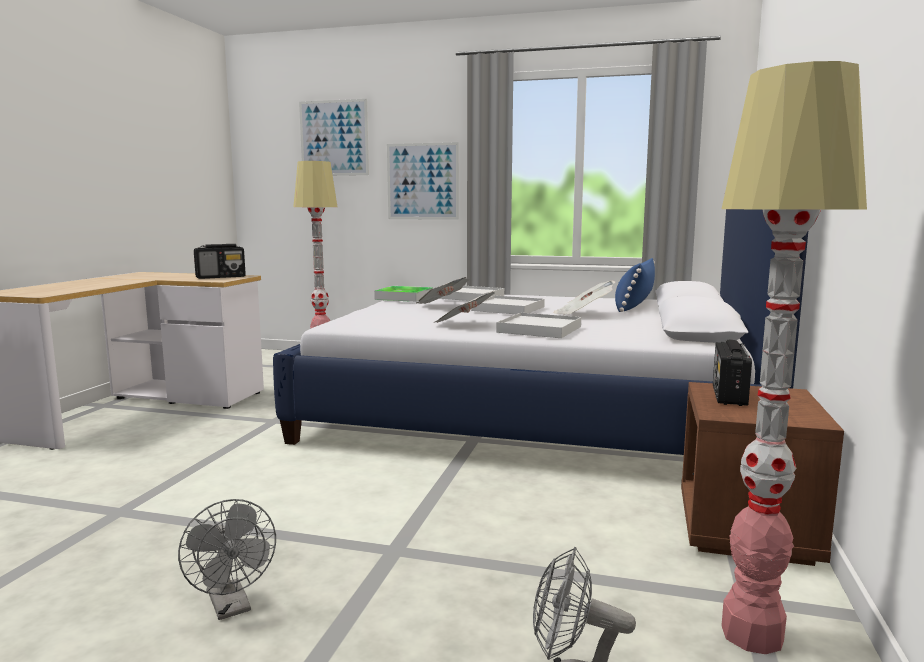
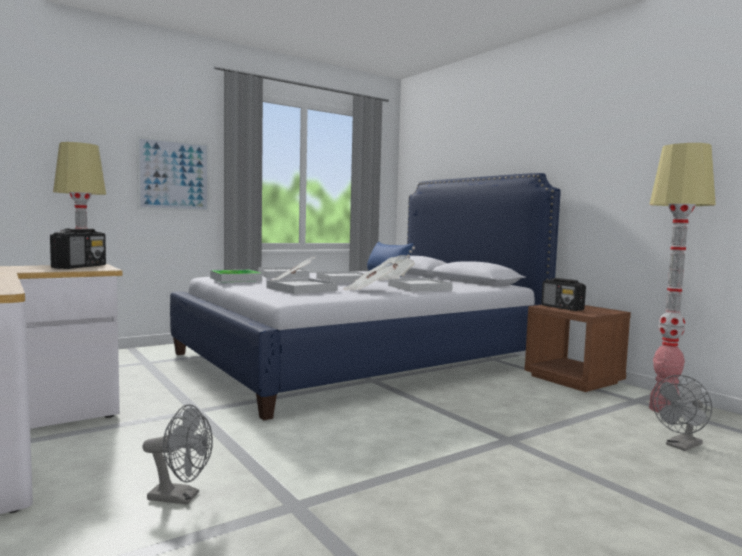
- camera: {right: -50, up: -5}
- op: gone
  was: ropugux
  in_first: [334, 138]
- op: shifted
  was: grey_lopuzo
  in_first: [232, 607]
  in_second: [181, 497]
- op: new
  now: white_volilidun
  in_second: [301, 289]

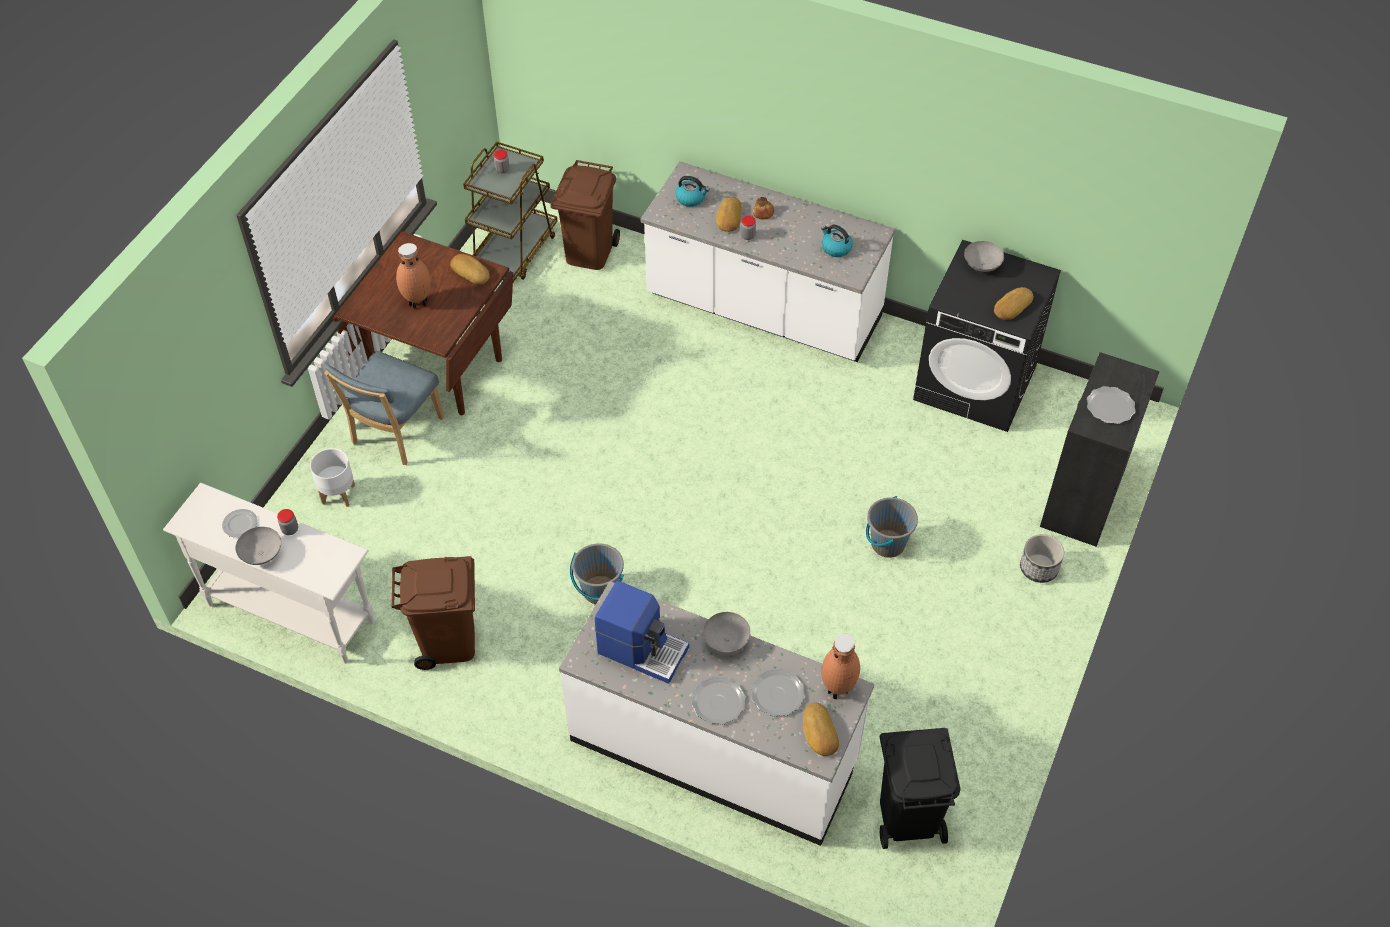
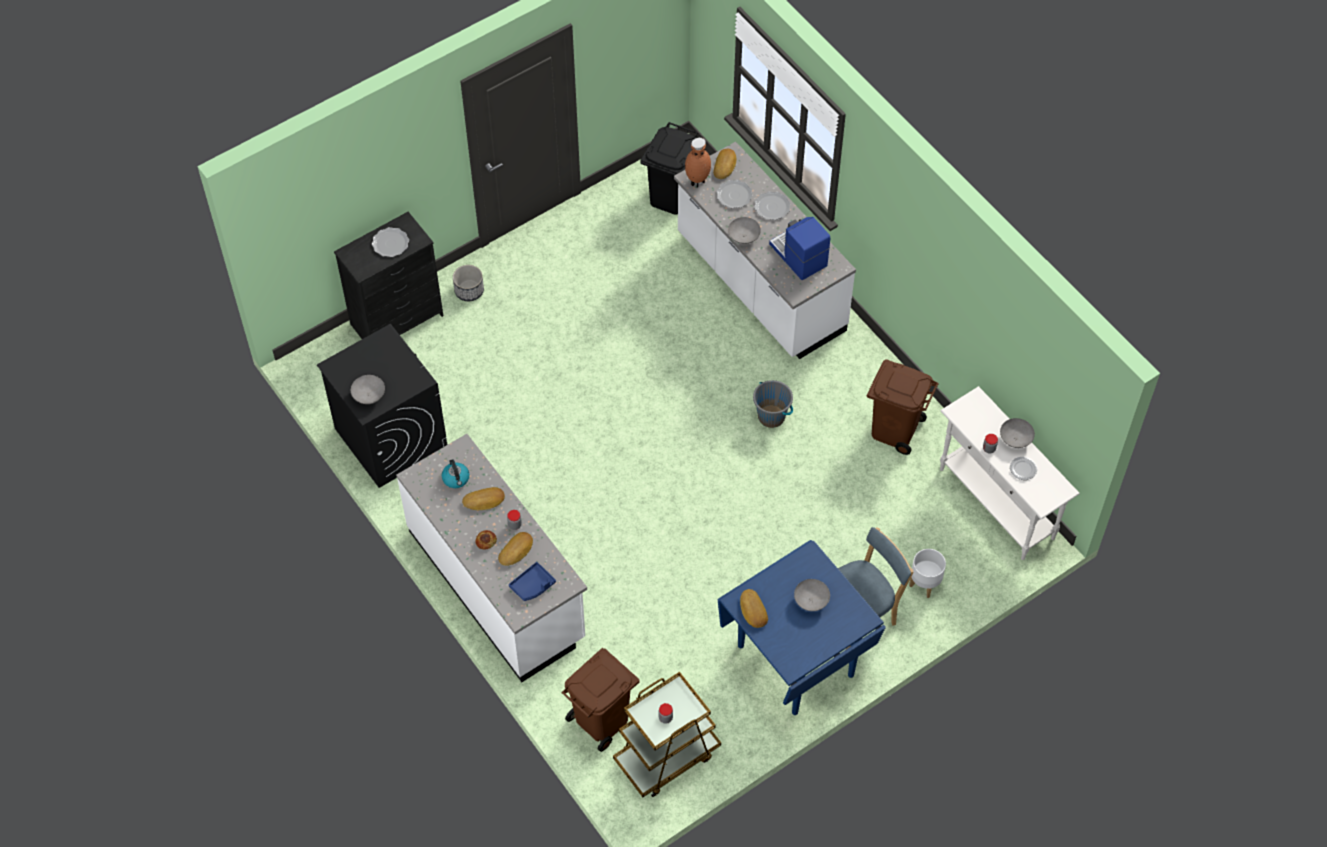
- camera: {right: -150, up: 5}
- op: swapped
  was: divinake
  now: blue_volilidun
  in_first: [691, 198]
  in_second: [533, 585]
- op: repainted
  was: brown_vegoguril
  now: blue_vegoguril
  in_first: [437, 371]
  in_second: [796, 659]
- op: swapped
  was: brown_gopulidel
  now: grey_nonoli
  in_first: [418, 302]
  in_second: [810, 601]
- op: shifted
  was: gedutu
  in_first: [1012, 306]
  in_second: [484, 501]
- op: gone
  was: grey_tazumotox
  in_first: [887, 544]

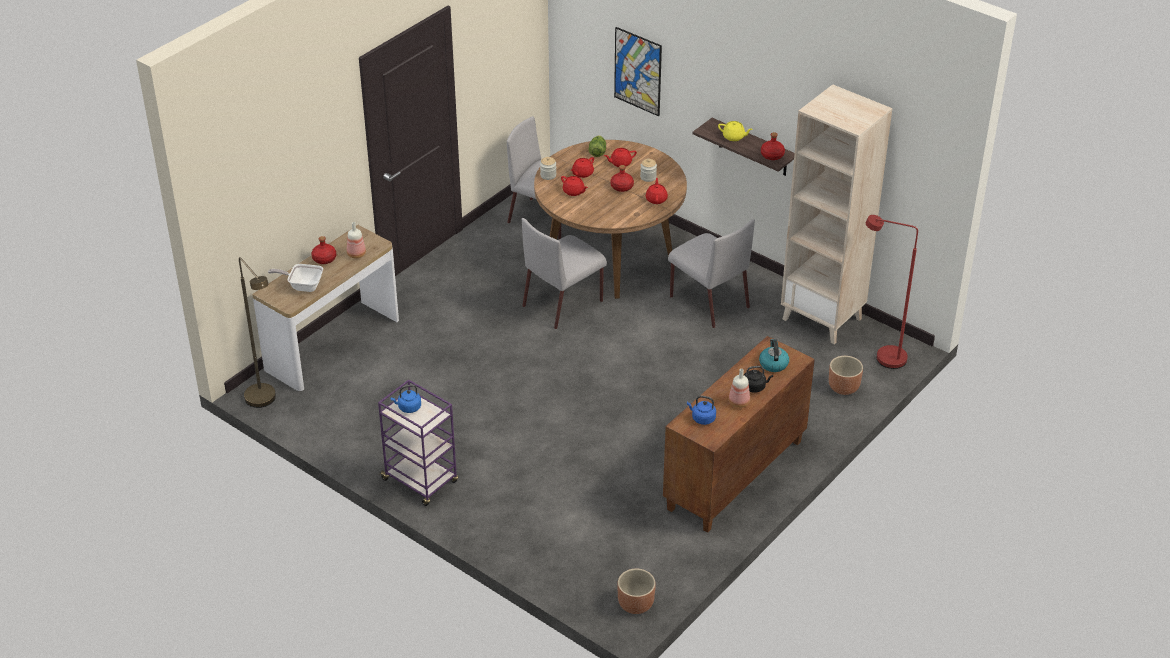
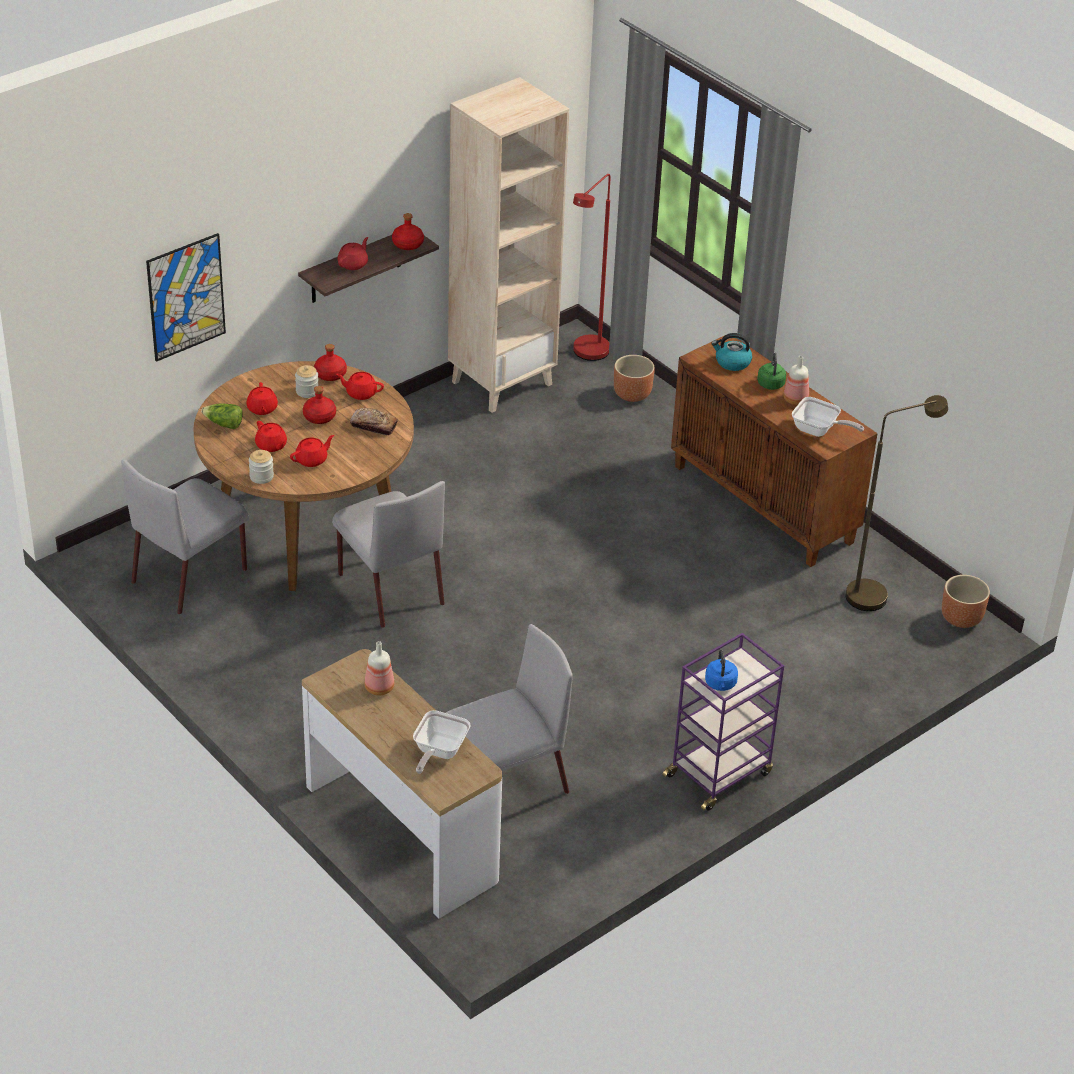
- camera: {right: -80, up: 0}
- op: repainted
  was: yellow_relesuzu
  now: red_relesuzu
  in_first: [734, 137]
  in_second: [353, 264]
- op: shifted
  was: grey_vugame
  in_first: [708, 301]
  in_second: [504, 785]
- op: shifted
  was: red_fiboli
  in_first: [324, 259]
  in_second: [330, 374]
- op: shifted
  was: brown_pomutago
  in_first: [265, 402]
  in_second: [875, 593]
- op: repainted
  was: black_divinake
  now: green_divinake
  in_first: [755, 387]
  in_second: [770, 383]
- op: swapped
  was: blue_divinake
  now: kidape
  in_first: [702, 418]
  in_second: [819, 431]
- op: new
  now: gedutu
  in_second: [373, 425]

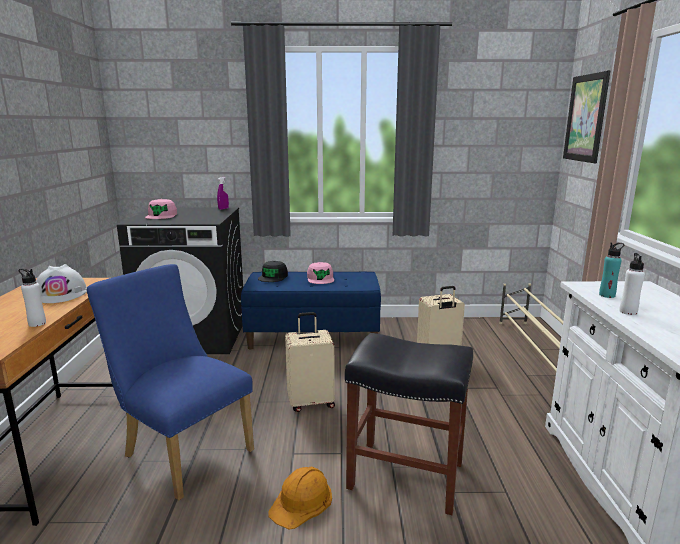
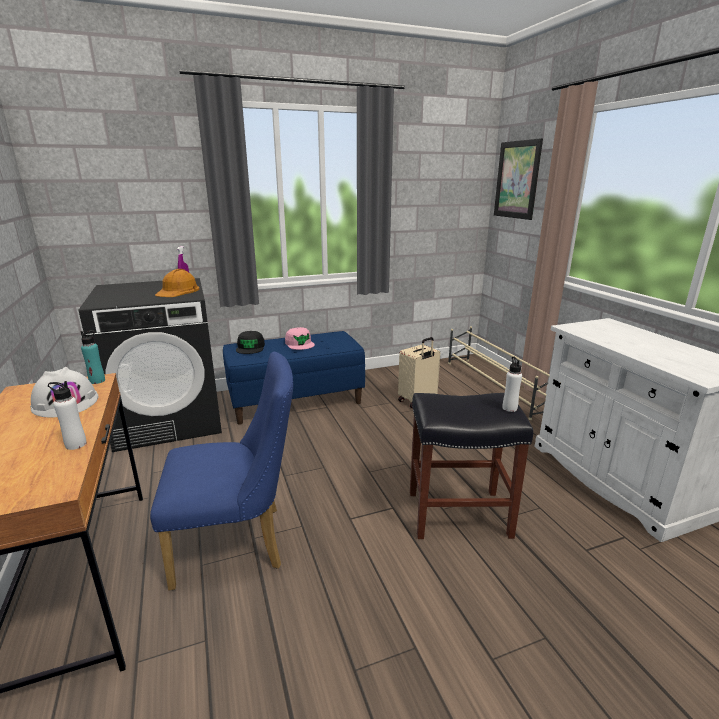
- camera: {right: -20, up: 5}
- op: gone
  was: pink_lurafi
  in_first: [161, 216]
- op: shifted
  was: turquoise_fiboli
  in_first: [607, 295]
  in_second: [97, 381]
- op: shifted
  was: white_fiboli
  in_first: [628, 312]
  in_second: [509, 408]
- op: rotated
  was: blue_vugame
  in_first: [182, 450]
  in_second: [238, 543]
  clockwise: 150
- op: gone
  was: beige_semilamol
  in_first: [311, 402]
- op: shifted
  was: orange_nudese
  in_first: [301, 501]
  in_second: [178, 291]

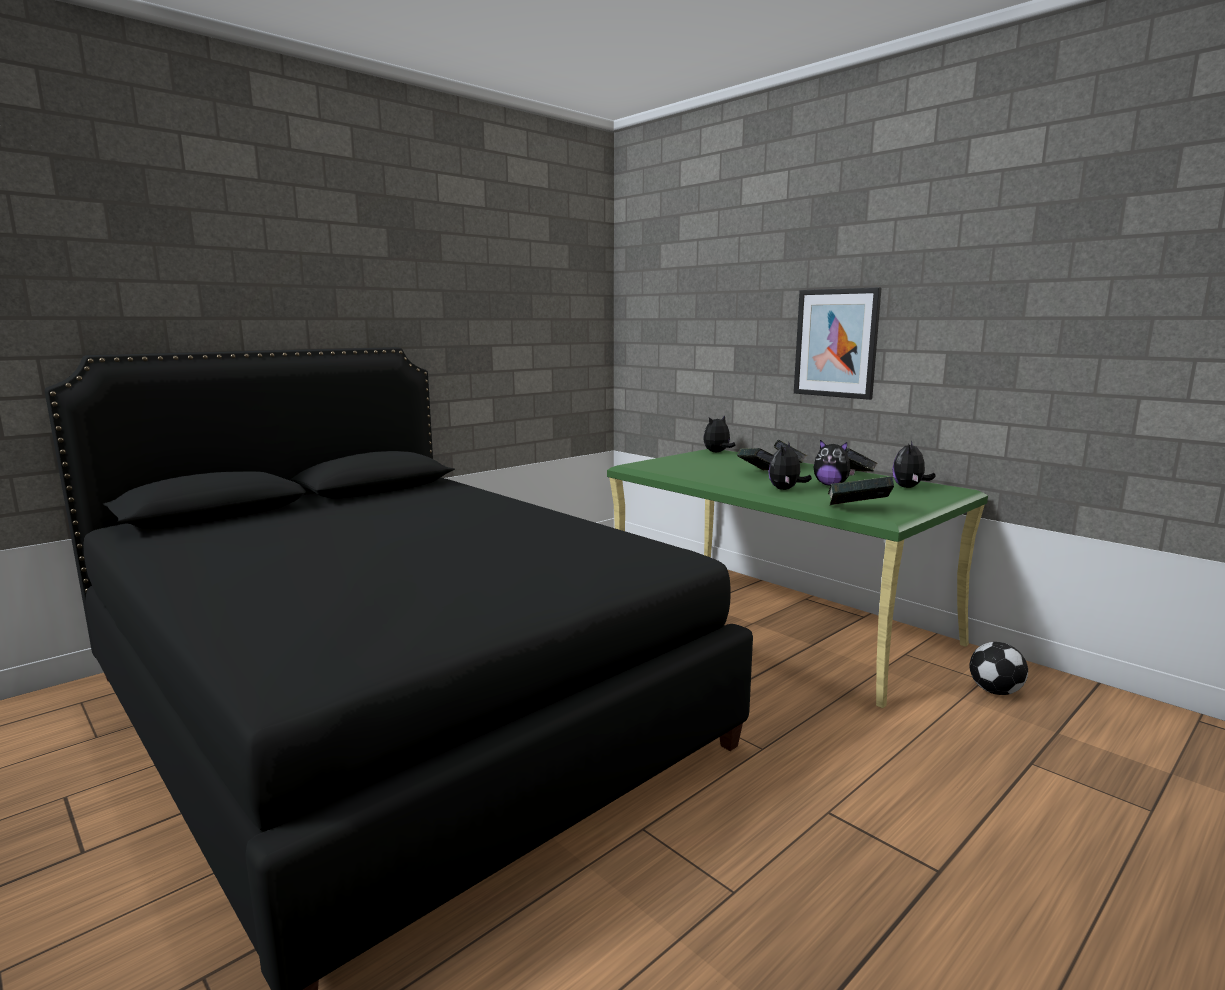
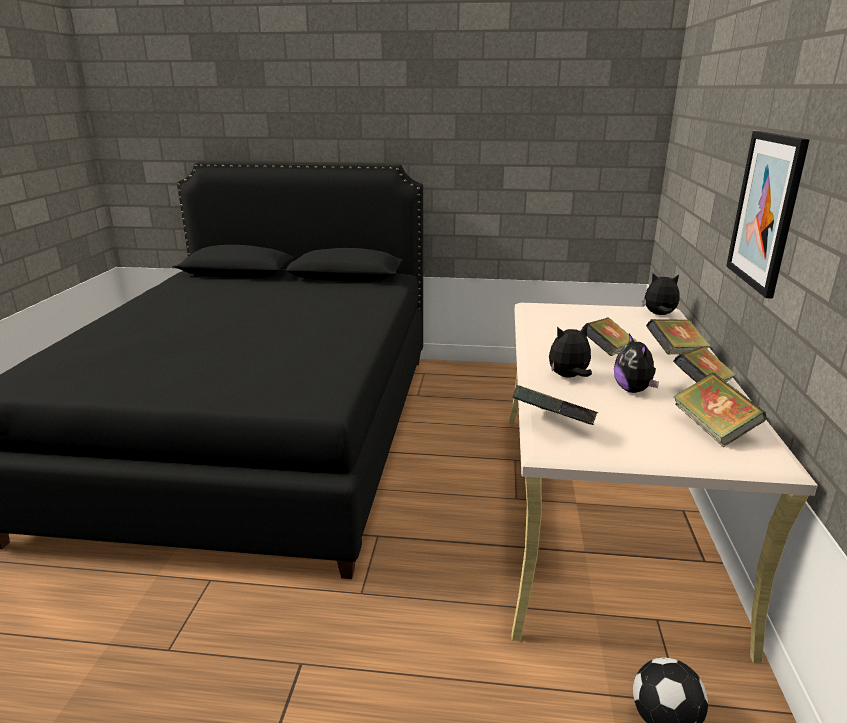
- camera: {right: 50, up: 10}
- op: swapped
  was: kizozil
  now: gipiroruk
  in_first: [909, 487]
  in_second: [713, 429]
- op: repainted
  was: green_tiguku
  now: beige_tiguku
  in_first: [776, 620]
  in_second: [602, 512]

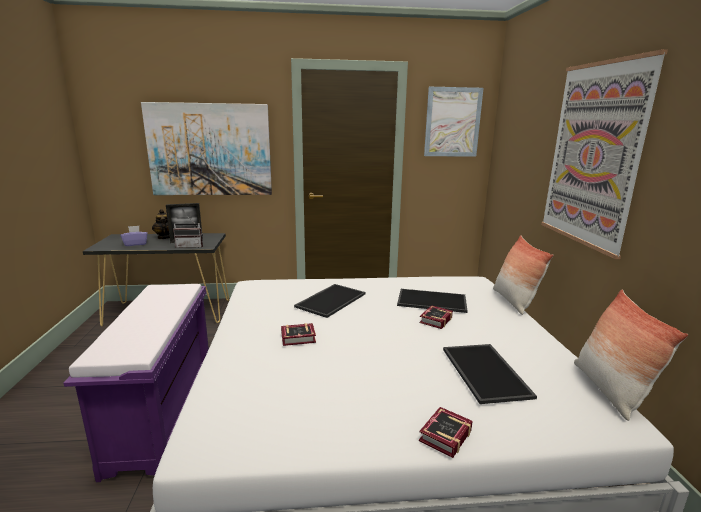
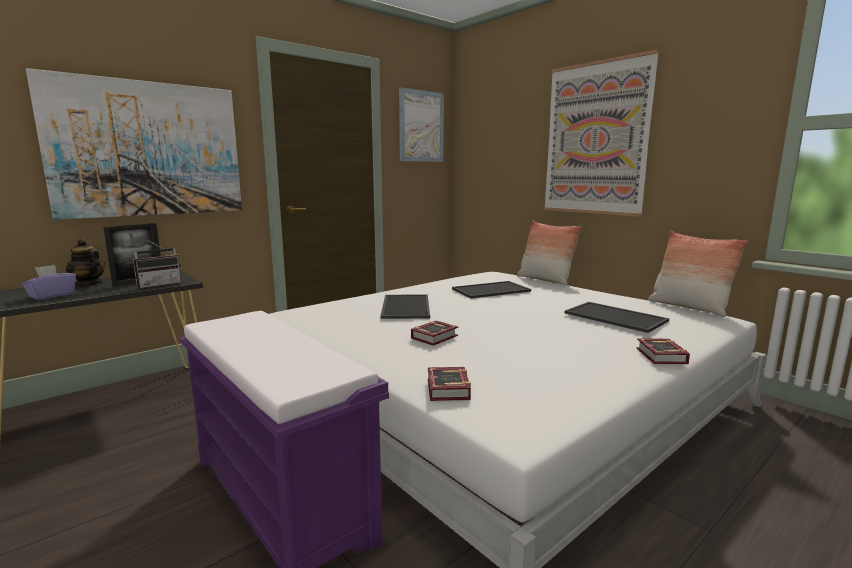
- camera: {right: -35, up: -5}
- op: shifted
  was: gipiroruk
  in_first: [434, 320]
  in_second: [446, 390]

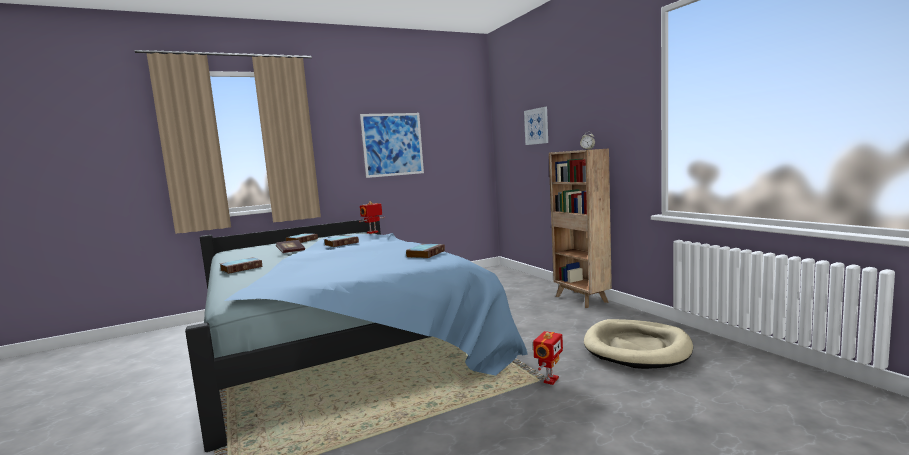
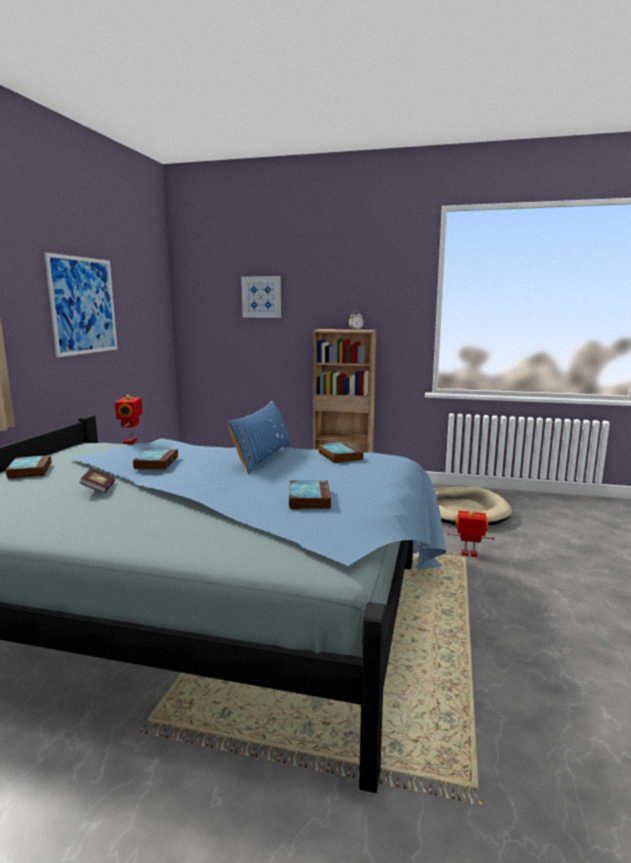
- camera: {right: -50, up: 5}
- op: shifted
  was: gipiroruk
  in_first: [242, 268]
  in_second: [308, 498]
- op: rotated
  was: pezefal
  in_first: [549, 380]
  in_second: [469, 554]
  clockwise: -60
- op: new
  now: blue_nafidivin
  in_second: [263, 457]

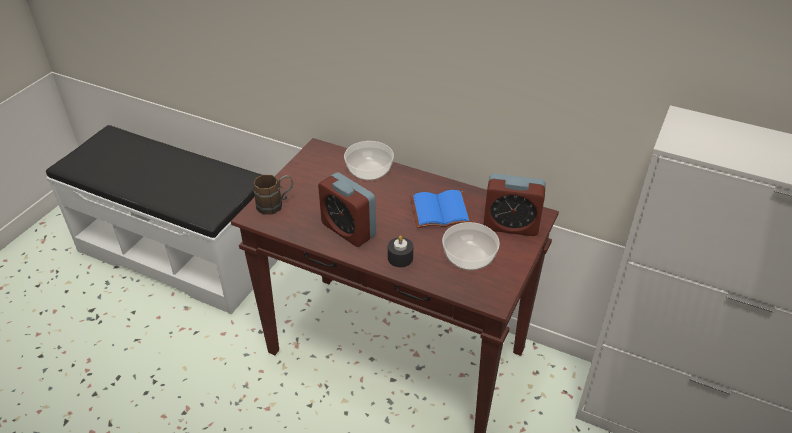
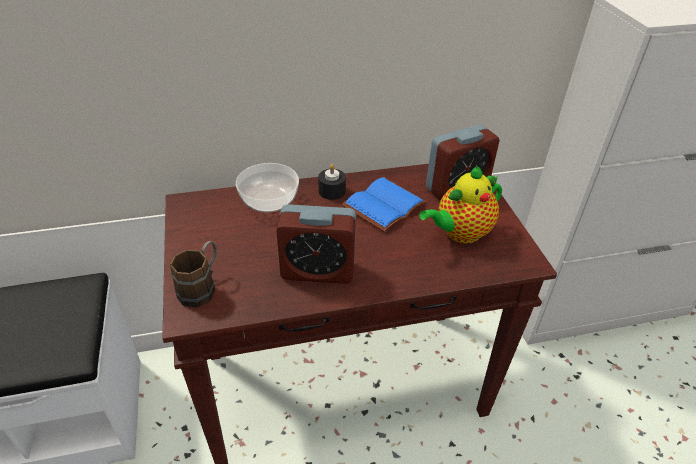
- camera: {right: -40, up: 0}
- op: swapped
  was: nonoli
  now: relesuzu
  in_first: [470, 256]
  in_second: [460, 233]
- op: shifted
  was: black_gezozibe
  in_first: [400, 258]
  in_second: [332, 191]

